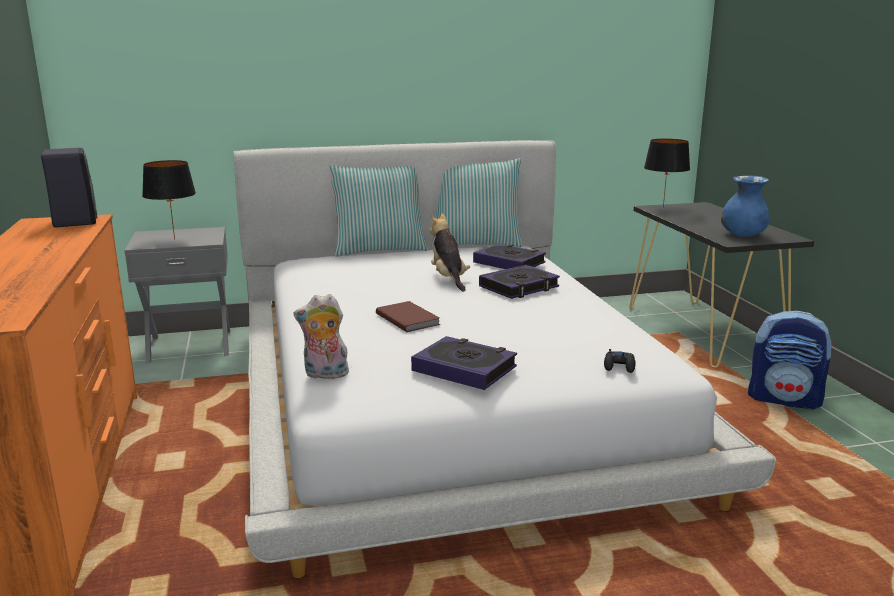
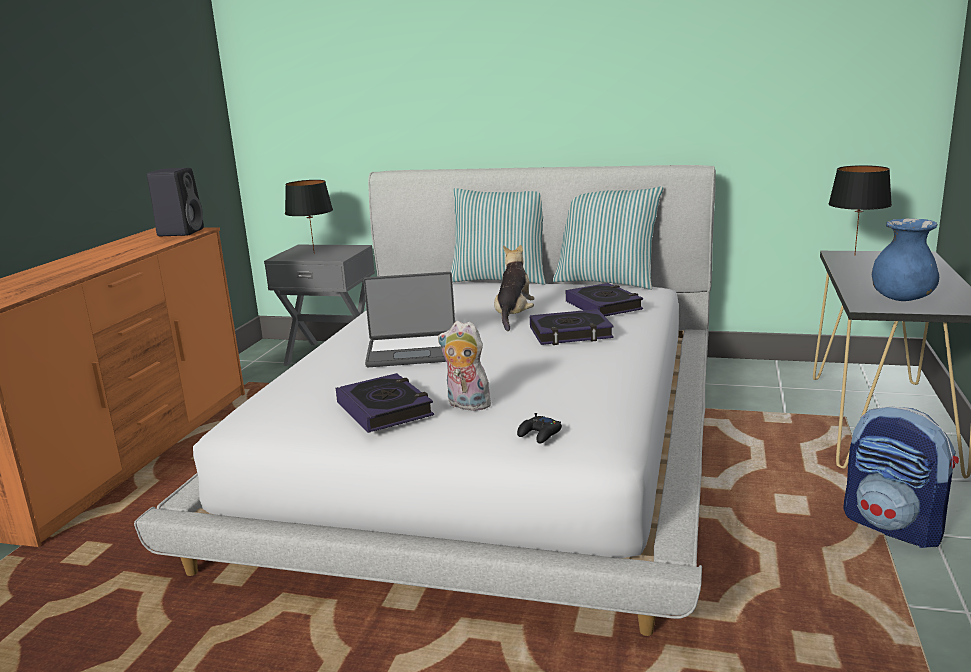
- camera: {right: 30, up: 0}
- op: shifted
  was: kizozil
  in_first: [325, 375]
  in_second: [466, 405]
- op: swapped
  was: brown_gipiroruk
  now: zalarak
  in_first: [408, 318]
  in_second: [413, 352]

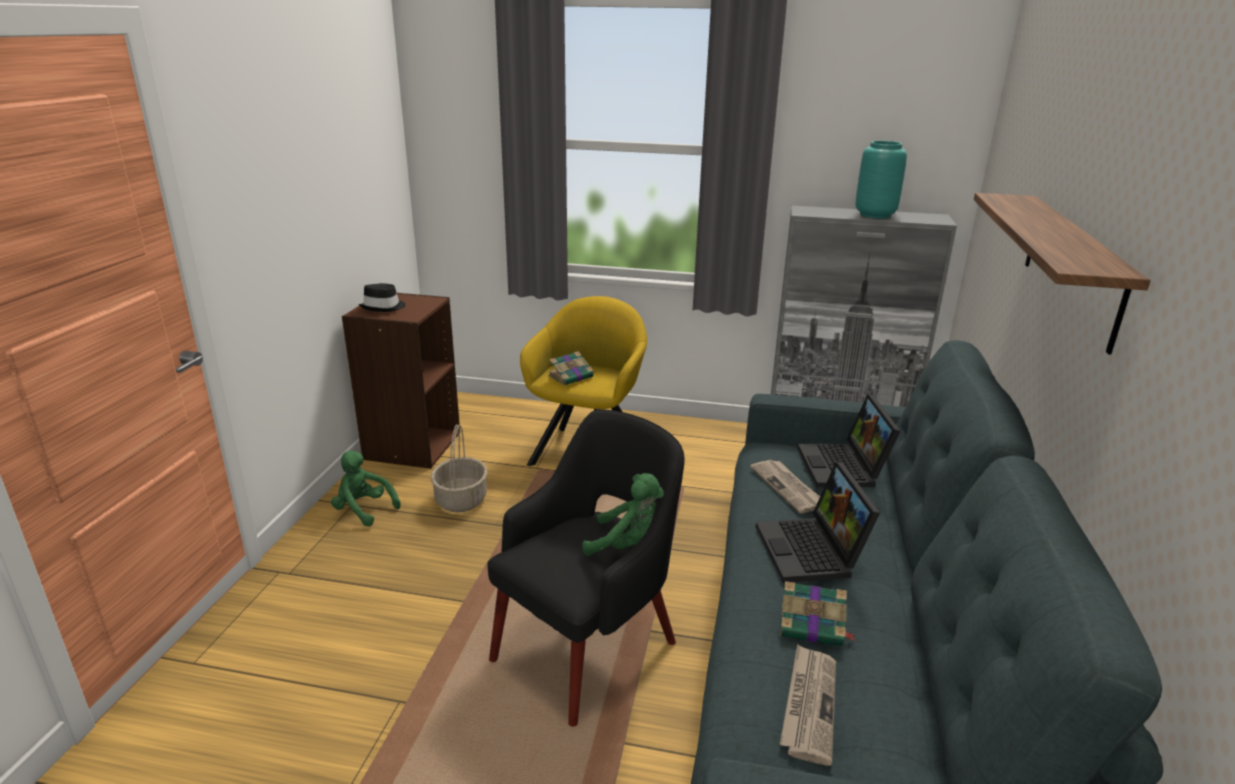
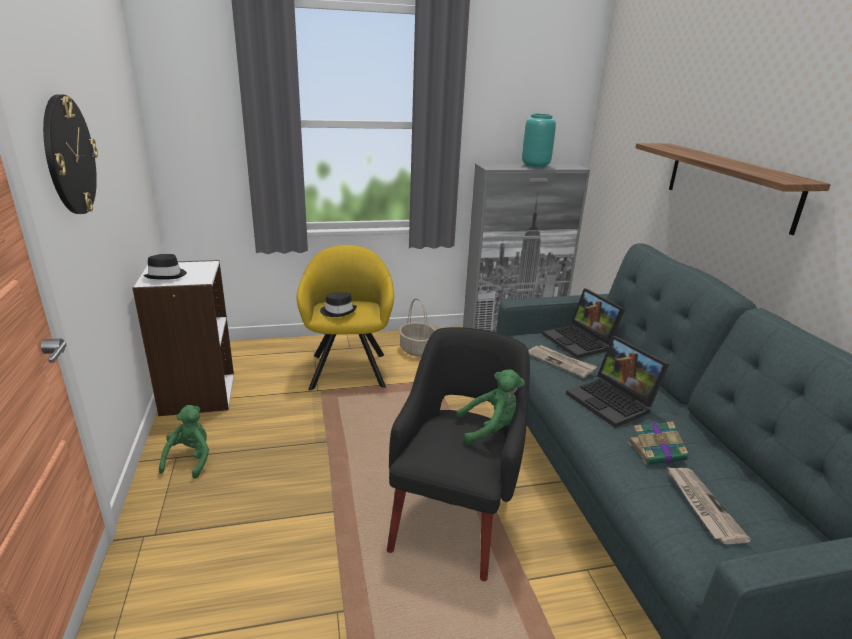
- camera: {right: -25, up: 0}
- op: repainted
  was: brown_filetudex
  now: white_filetudex
  in_first: [411, 445]
  in_second: [197, 394]
- op: swapped
  was: gipiroruk
  now: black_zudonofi
  in_first: [572, 376]
  in_second: [338, 311]
- op: shifted
  was: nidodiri
  in_first: [461, 499]
  in_second: [416, 349]
- op: rotated
  was: green_kizozil
  in_first: [363, 510]
  in_second: [190, 459]
  clockwise: 90
- op: new
  now: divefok
  in_second: [69, 156]

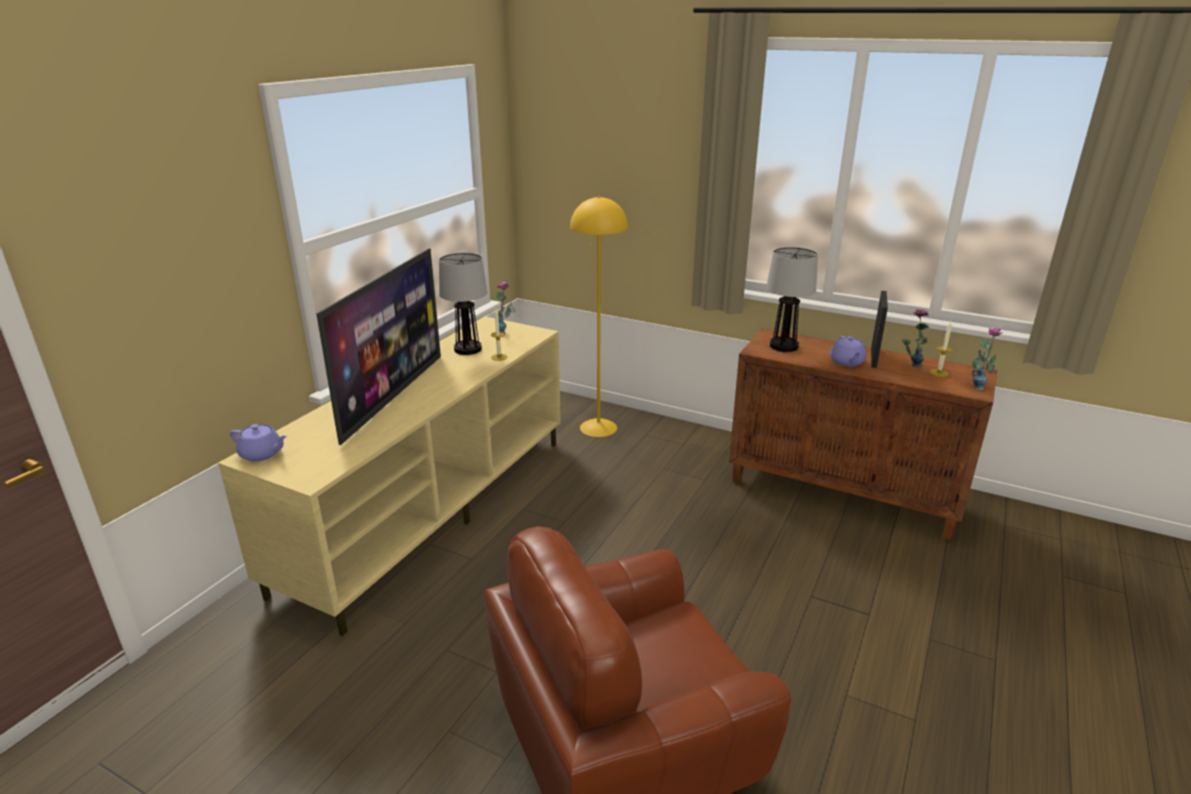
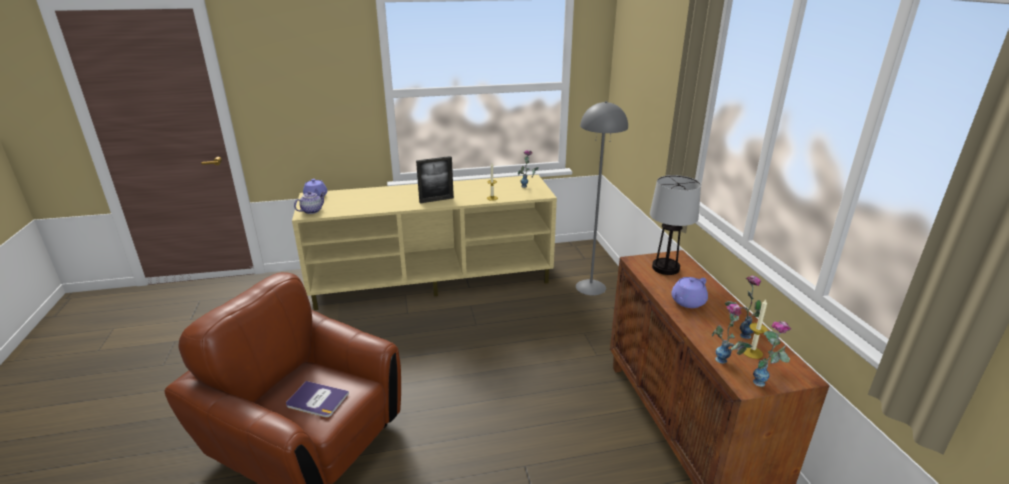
- camera: {right: 50, up: 0}
- op: repainted
  was: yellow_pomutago
  now: grey_pomutago
  in_first: [598, 427]
  in_second: [590, 287]
- op: gone
  was: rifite
  in_first: [392, 395]
- op: gone
  was: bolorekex
  in_first: [468, 349]
- op: shifted
  was: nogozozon
  in_first: [873, 357]
  in_second: [436, 200]
- op: new
  now: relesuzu
  in_second: [312, 211]
- op: new
  now: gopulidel
  in_second: [725, 365]
- op: new
  now: gipiroruk
  in_second: [317, 400]

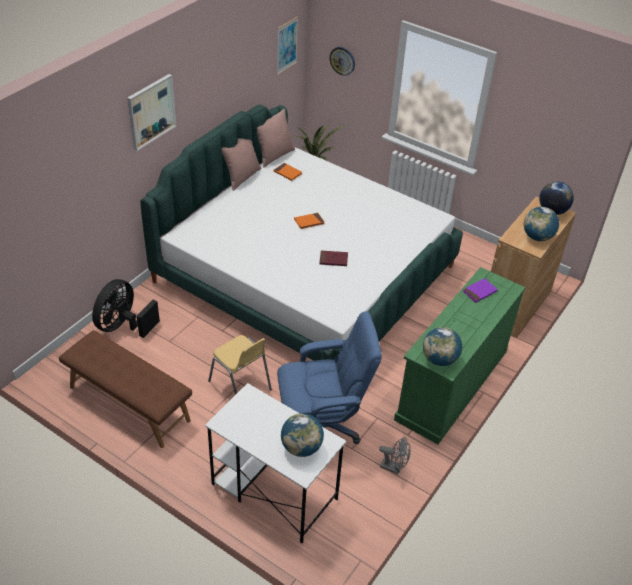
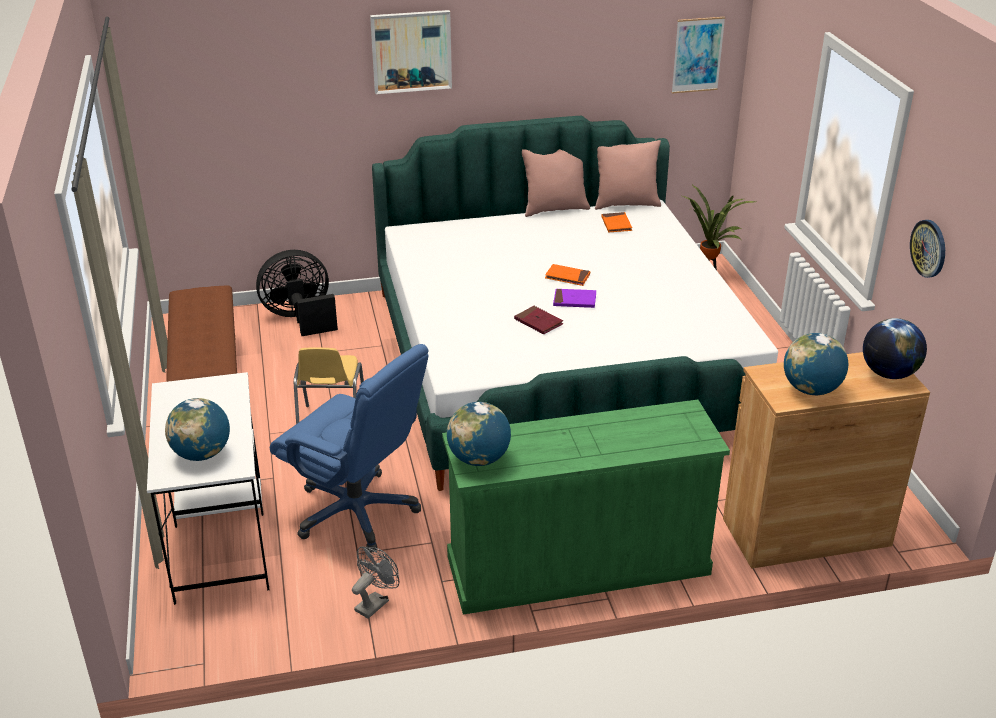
- camera: {right: 45, up: -10}
- op: shifted
  was: divefok
  in_first: [342, 60]
  in_second: [929, 248]
- op: shifted
  was: purple_gipiroruk
  in_first: [479, 292]
  in_second: [574, 300]
- op: rotated
  was: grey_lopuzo
  in_first: [394, 468]
  in_second: [375, 602]
  clockwise: -120

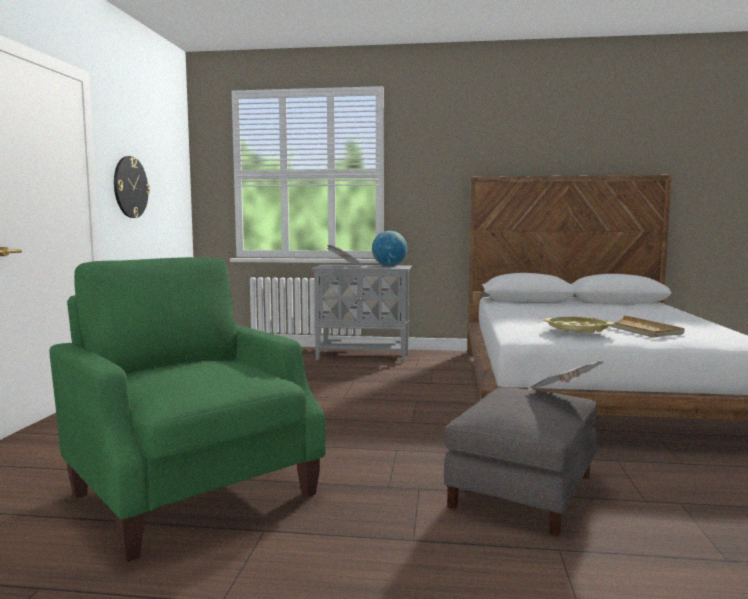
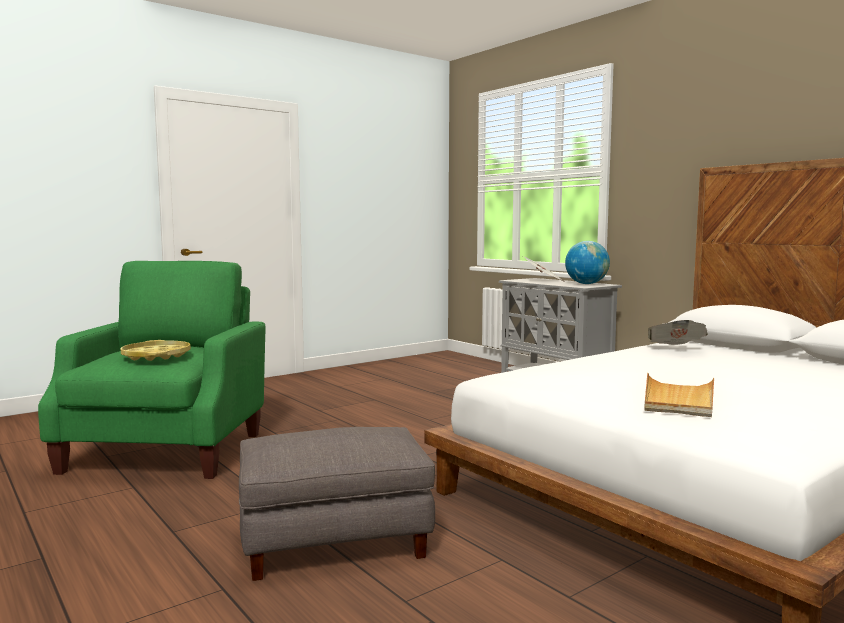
- camera: {right: 45, up: 0}
- op: gone
  was: divefok
  in_first: [130, 187]
- op: shifted
  was: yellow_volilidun
  in_first: [577, 329]
  in_second: [156, 356]
- op: shifted
  was: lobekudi
  in_first: [562, 395]
  in_second: [676, 349]

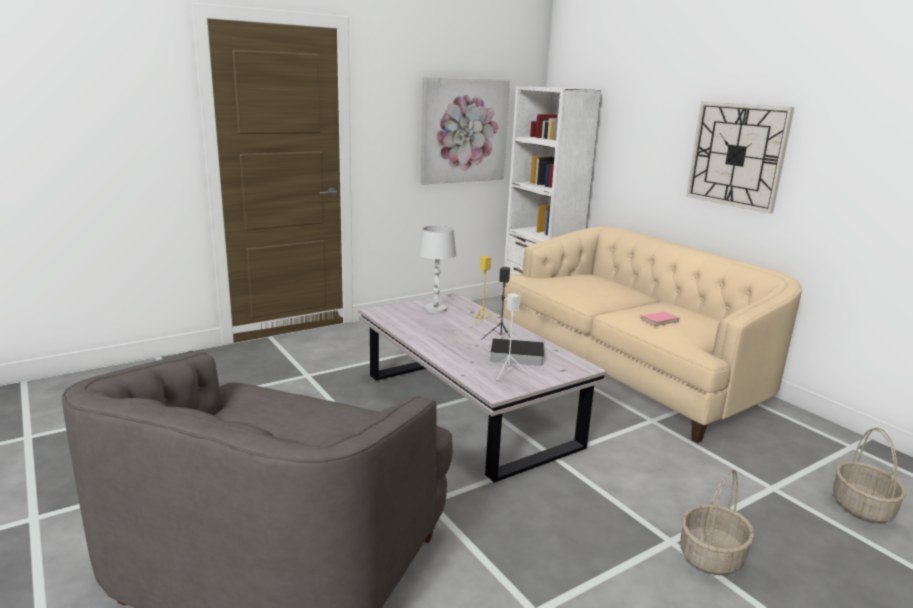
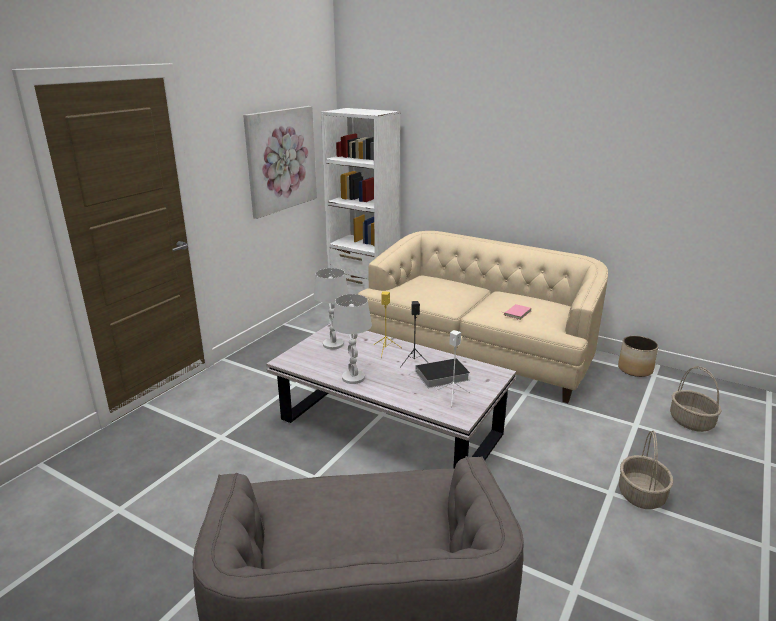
- camera: {right: -25, up: 5}
- op: gone
  was: divefok
  in_first: [737, 155]
- op: new
  now: white_bolorekex
  in_second: [353, 378]
- op: new
  now: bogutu
  in_second: [635, 369]

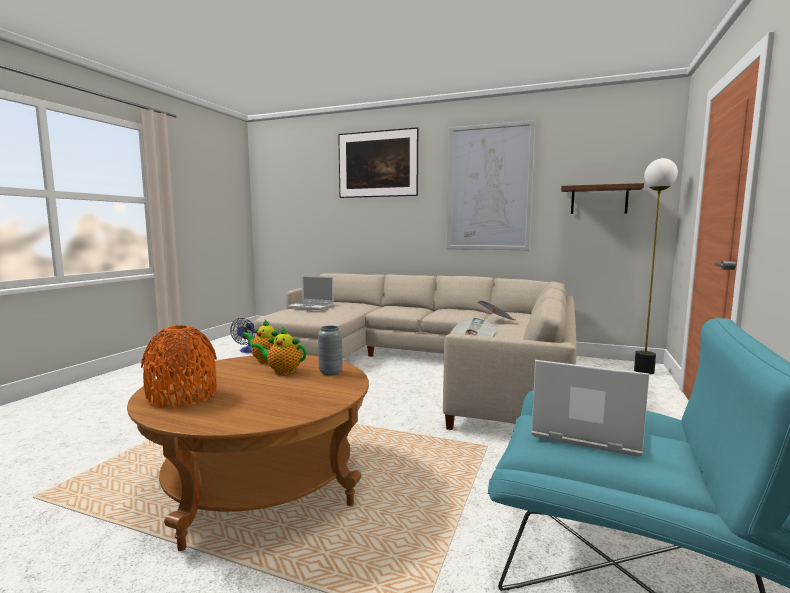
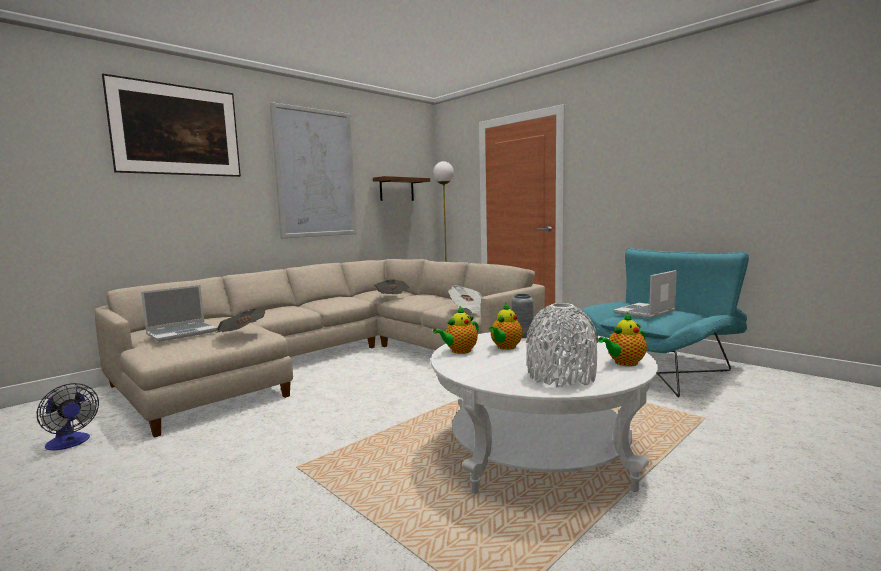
- camera: {right: -65, up: 0}
- op: repainted
  was: orange_gopulidel
  now: white_gopulidel
  in_first: [182, 396]
  in_second: [561, 376]
- op: repainted
  was: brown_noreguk
  now: white_noreguk
  in_first: [261, 483]
  in_second: [538, 452]
- op: new
  now: lobekudi
  in_second: [242, 334]
- op: new
  now: relesuzu
  in_second: [624, 363]

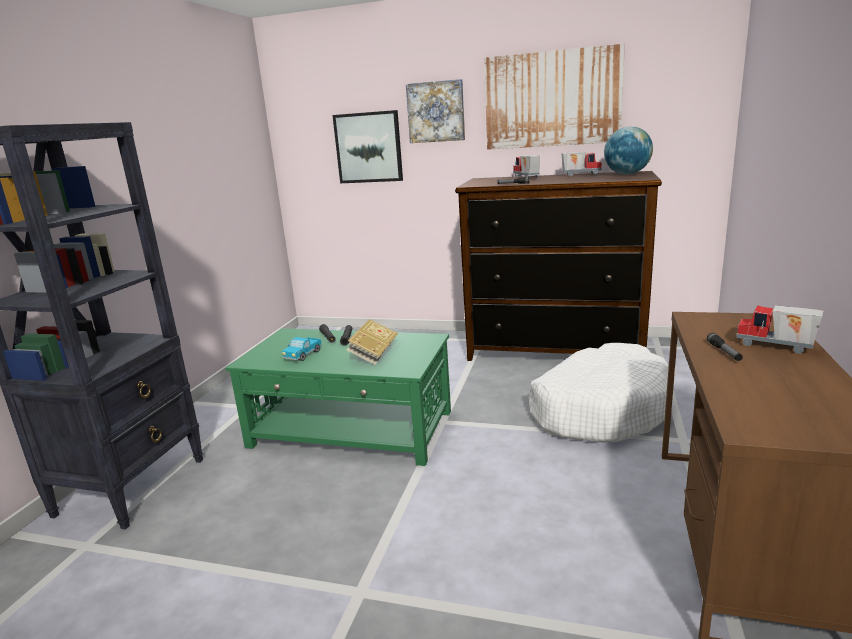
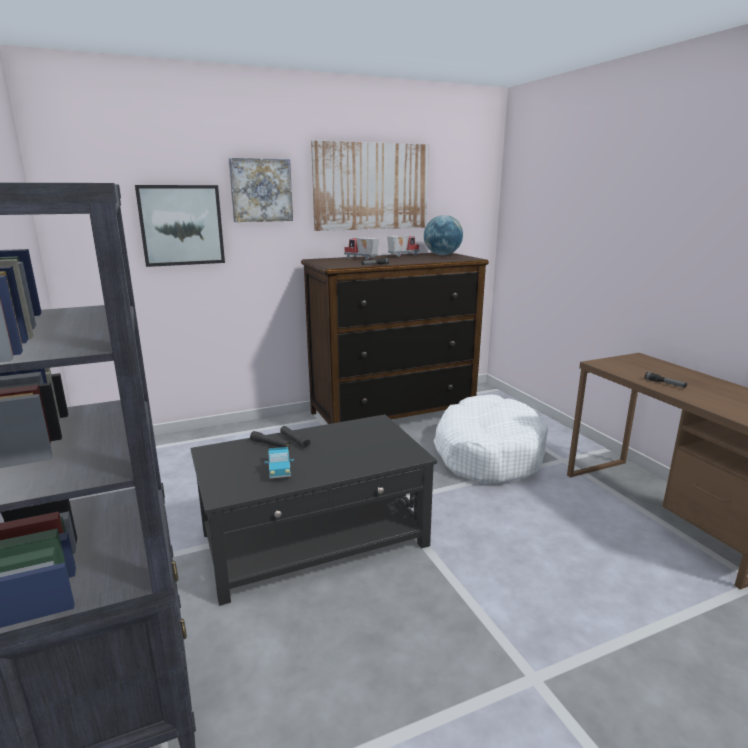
- camera: {right: -40, up: 0}
- op: gone
  was: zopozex
  in_first: [775, 346]
- op: gone
  was: gipiroruk
  in_first: [373, 354]
- op: repainted
  was: green_noreguk
  now: black_noreguk
  in_first: [352, 429]
  in_second: [315, 539]

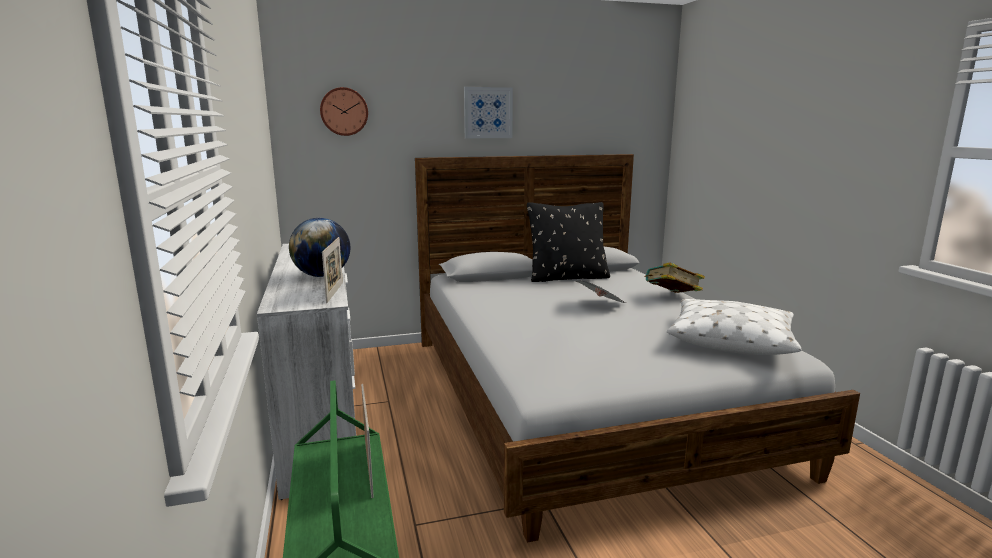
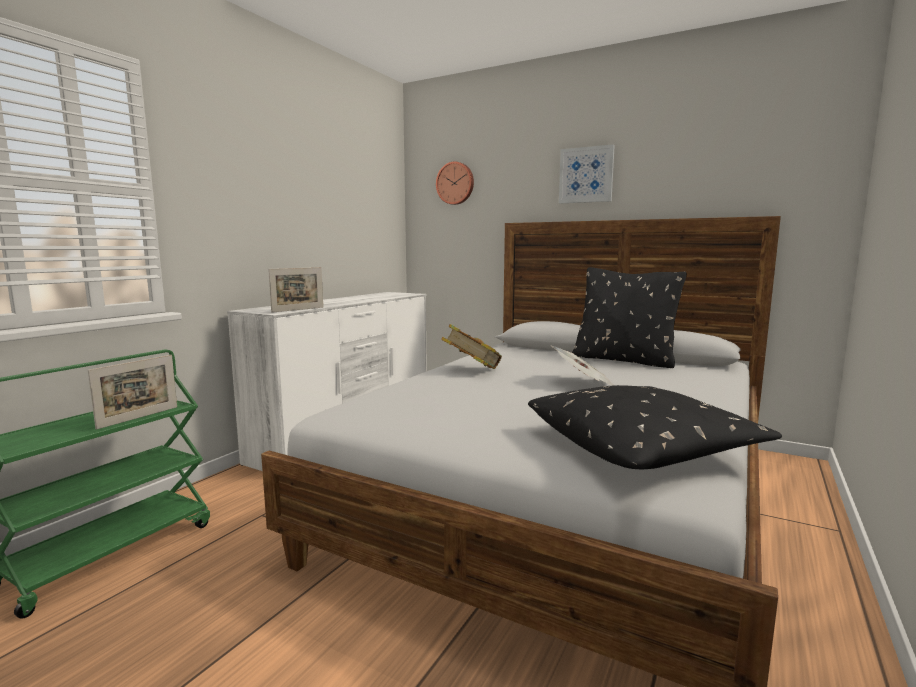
- camera: {right: 45, up: -5}
- op: gone
  was: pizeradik
  in_first: [322, 276]
- op: shifted
  was: gipiroruk
  in_first: [671, 297]
  in_second: [472, 370]
- op: repainted
  was: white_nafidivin
  now: black_nafidivin
  in_first: [730, 340]
  in_second: [641, 446]

